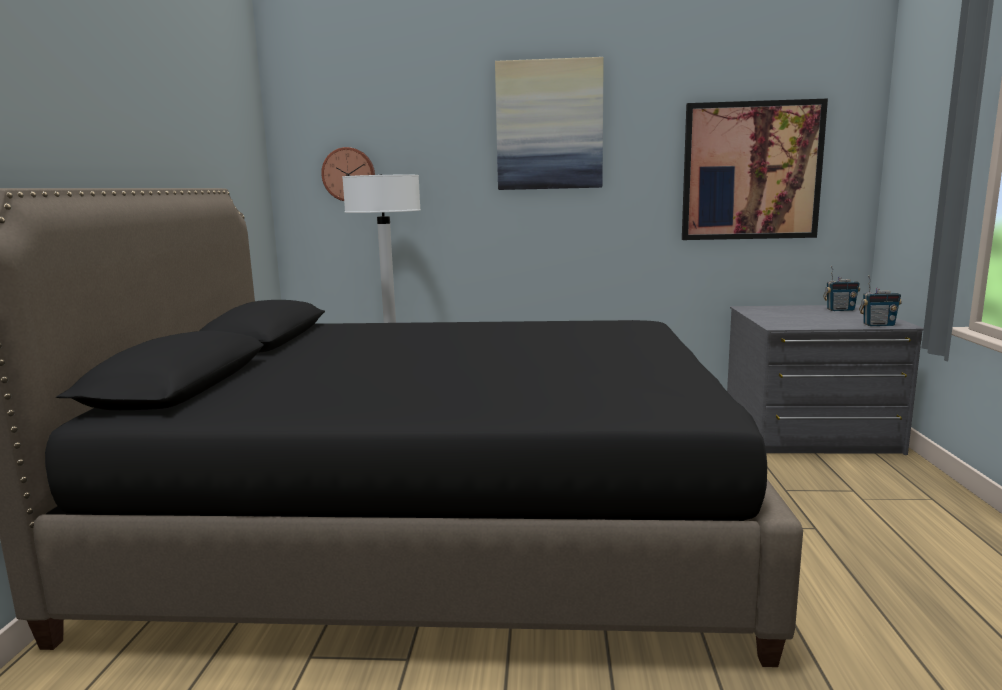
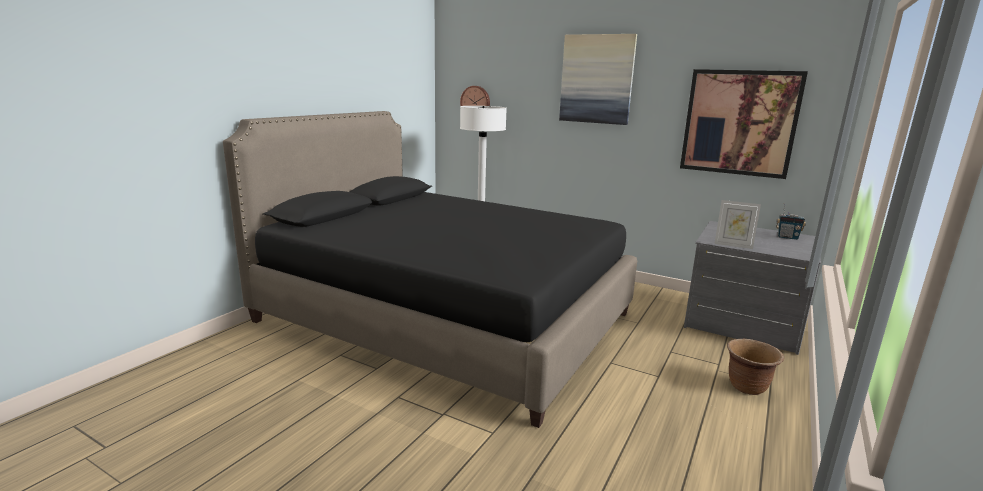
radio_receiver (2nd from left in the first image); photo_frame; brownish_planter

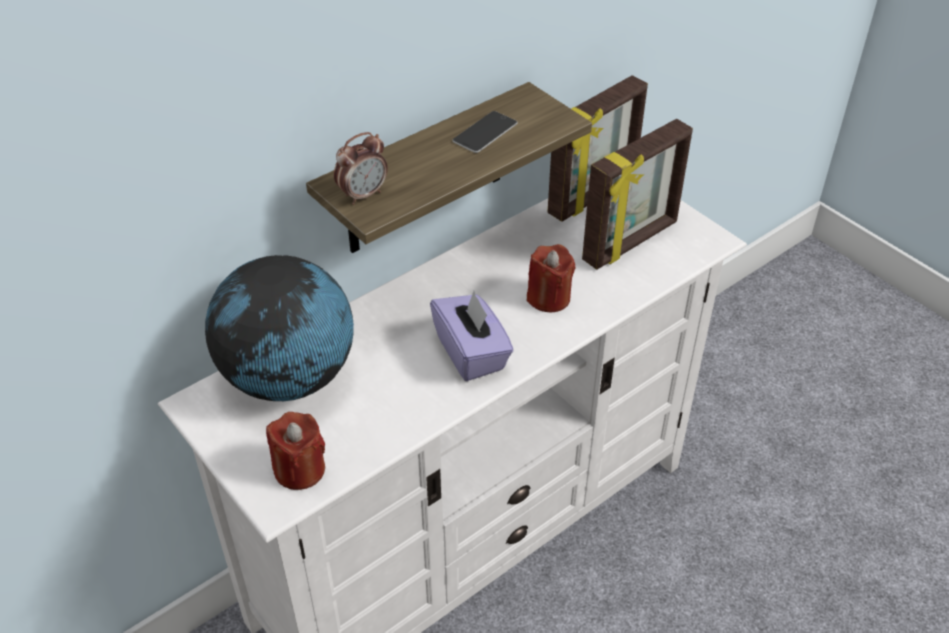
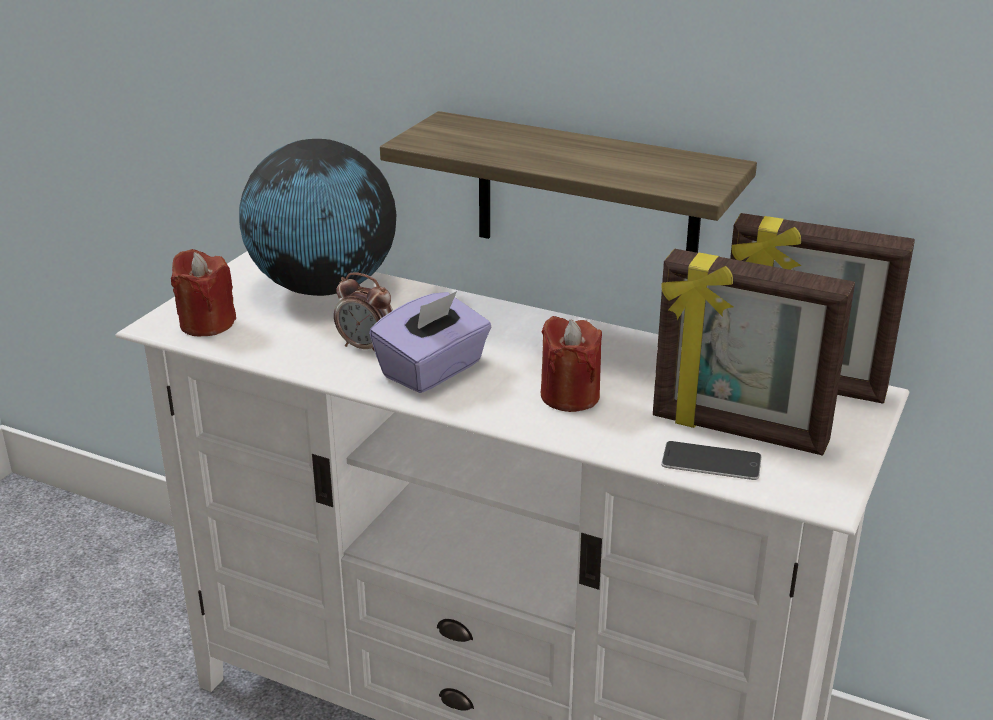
table_clock; phone

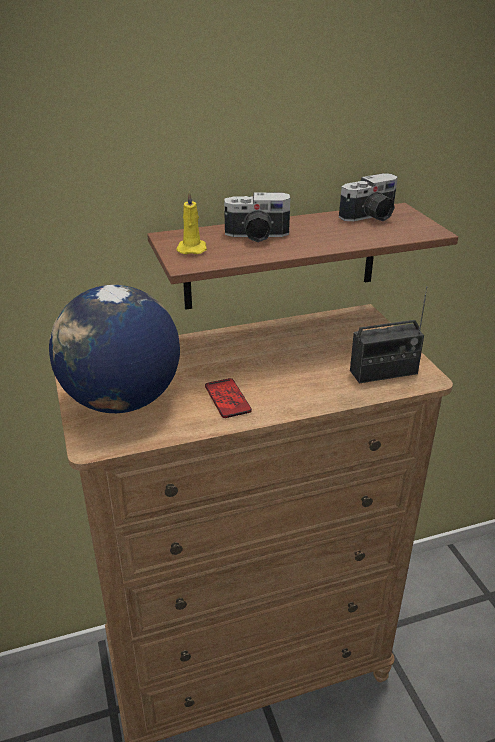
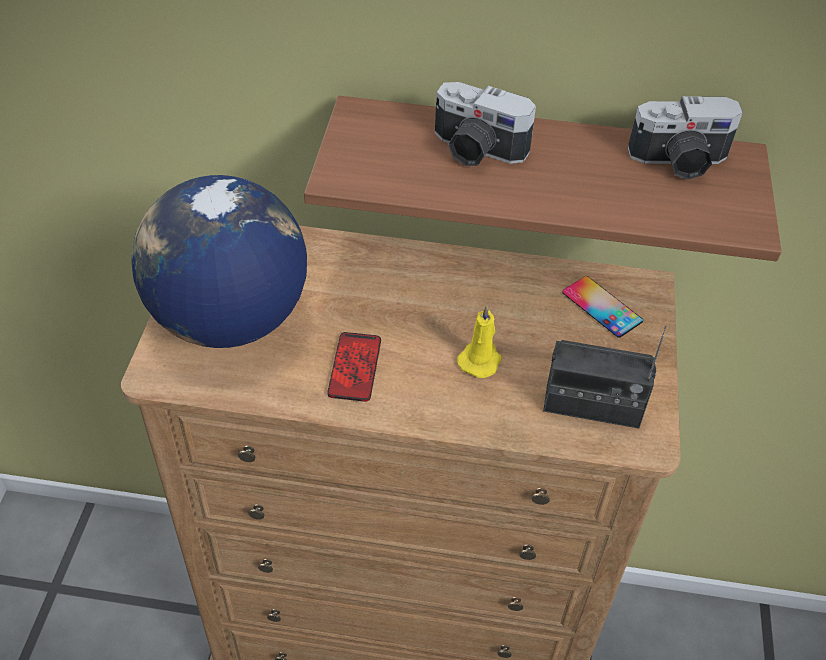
phone (2nd from left); yellow_wax_light

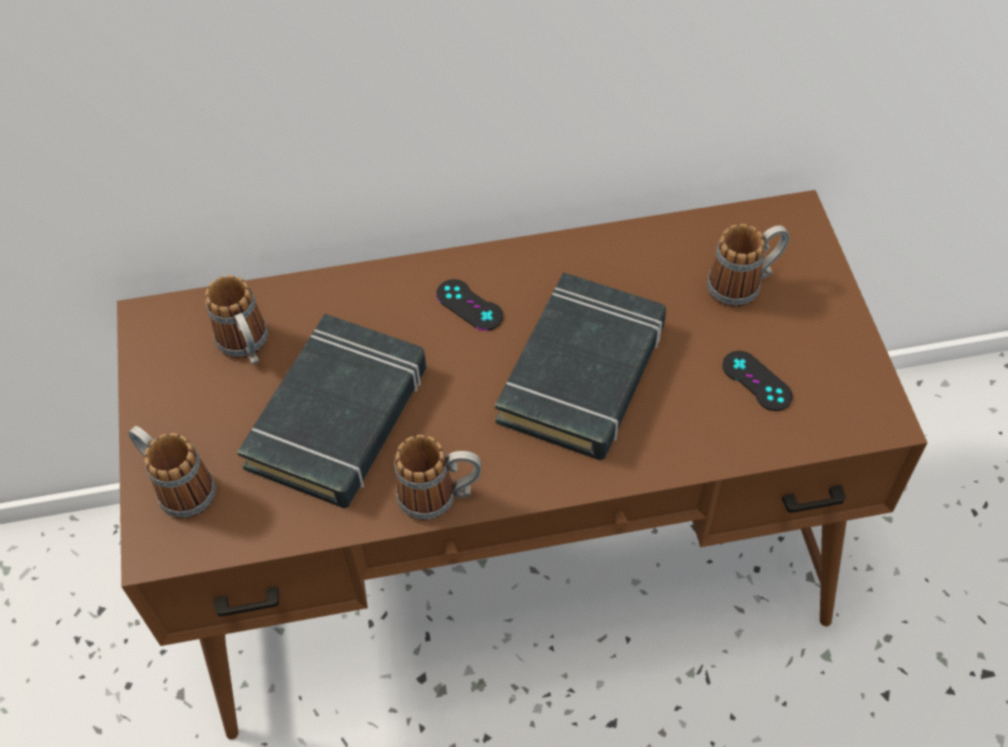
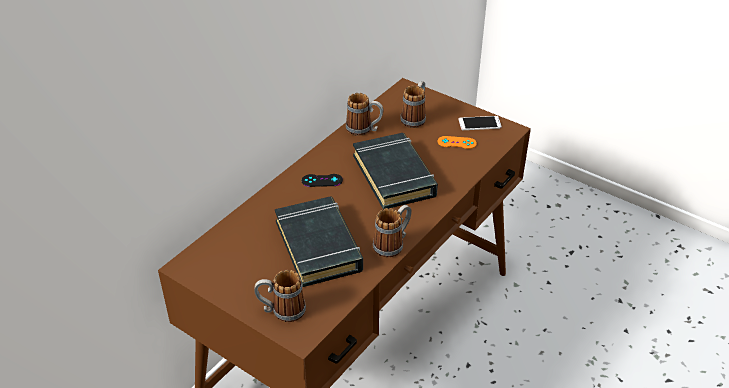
phone; tea_mug (2nd from left); orange-coloured_game_controller

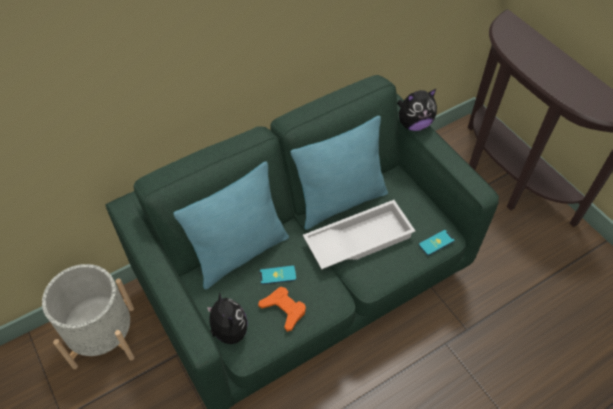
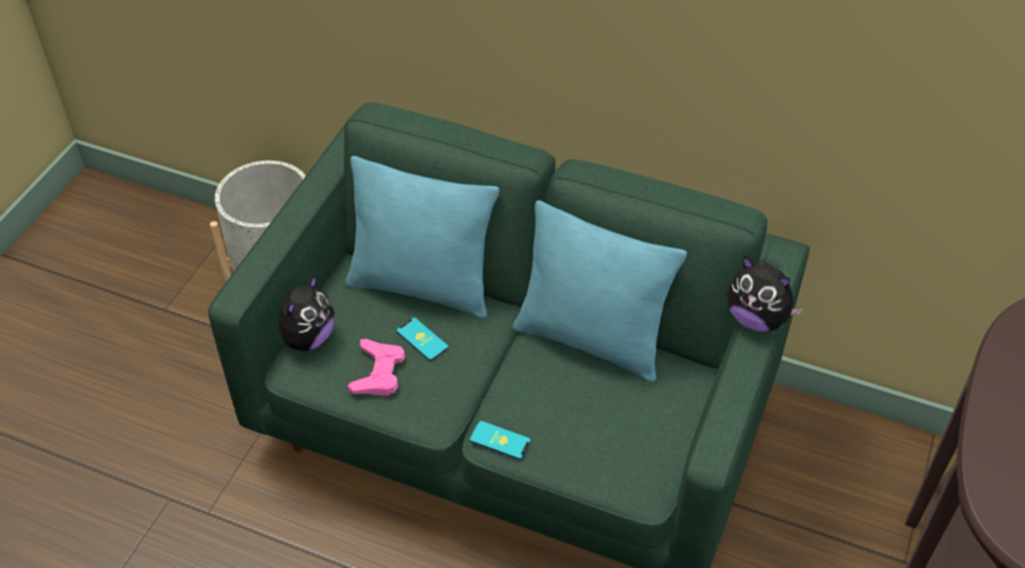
white-coloured_tray; phone (2nd from left); pink_game_controller

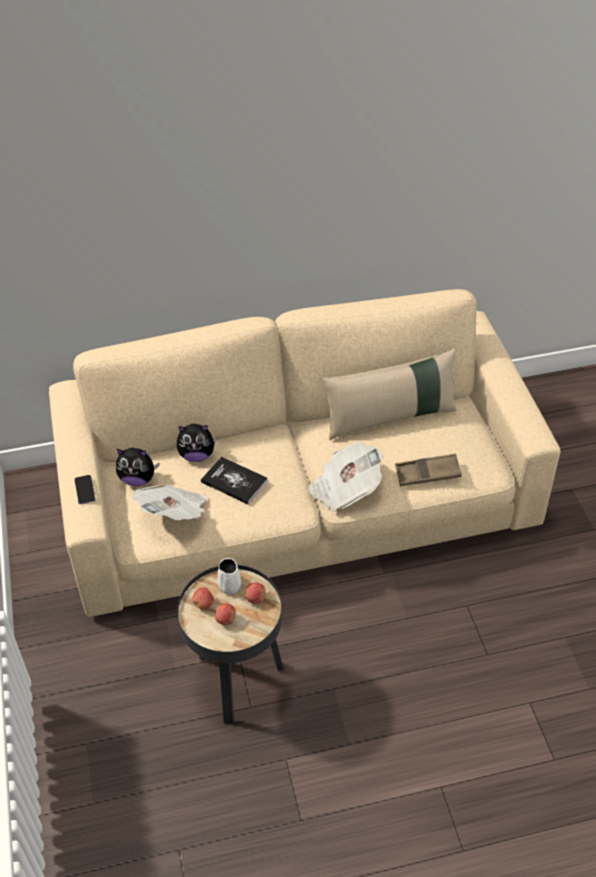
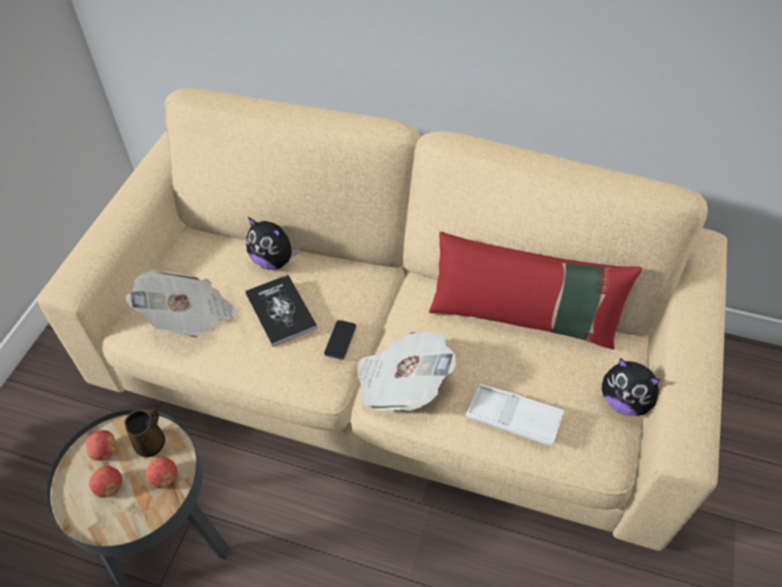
phone; soft_toy (2nd from left); brownish_tea_mug; red-coloured_pillow; white-coloured_tray

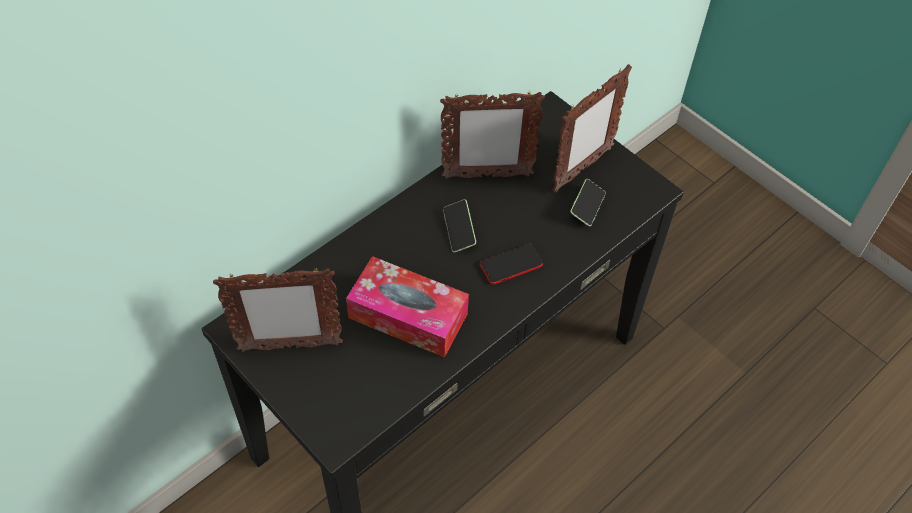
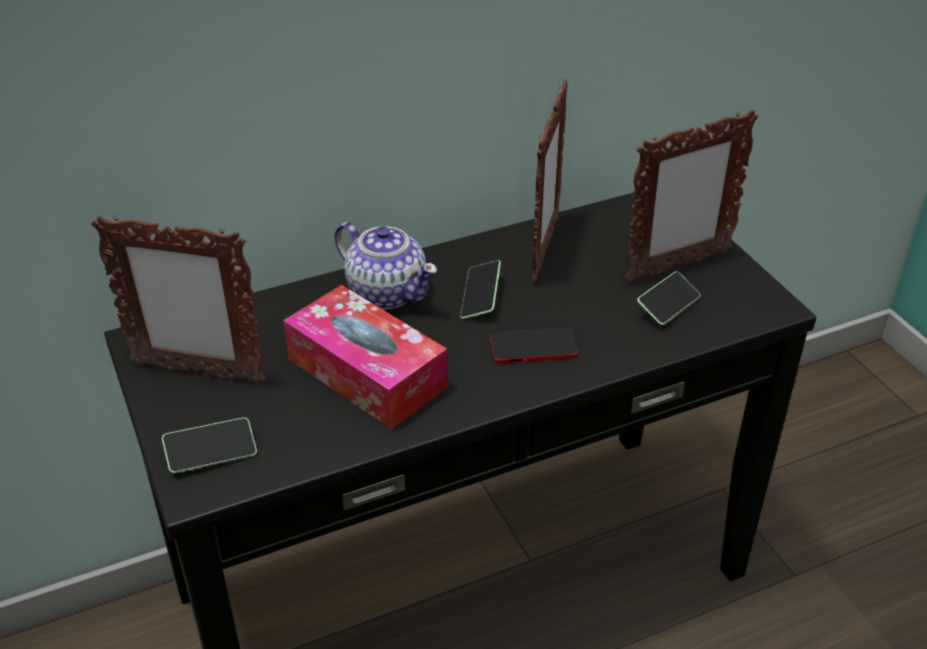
phone (1st from left); pot_for_tea; photo_frame (2nd from left)

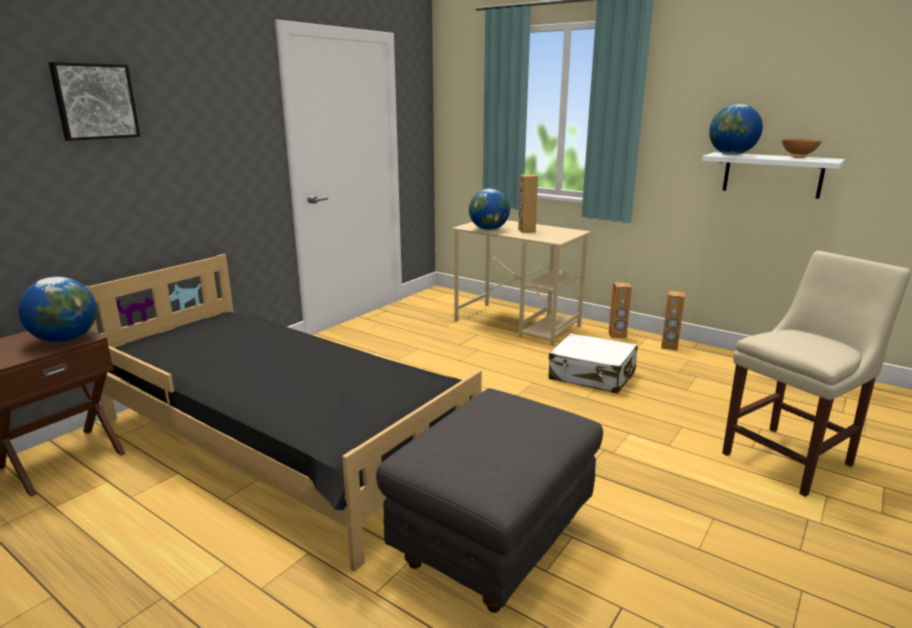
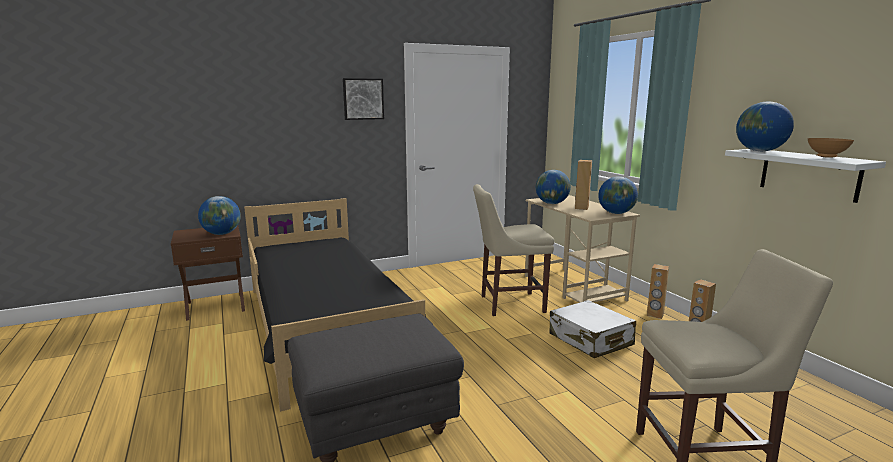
beige_chair (1st from left); world_globe (3rd from left); wall_art

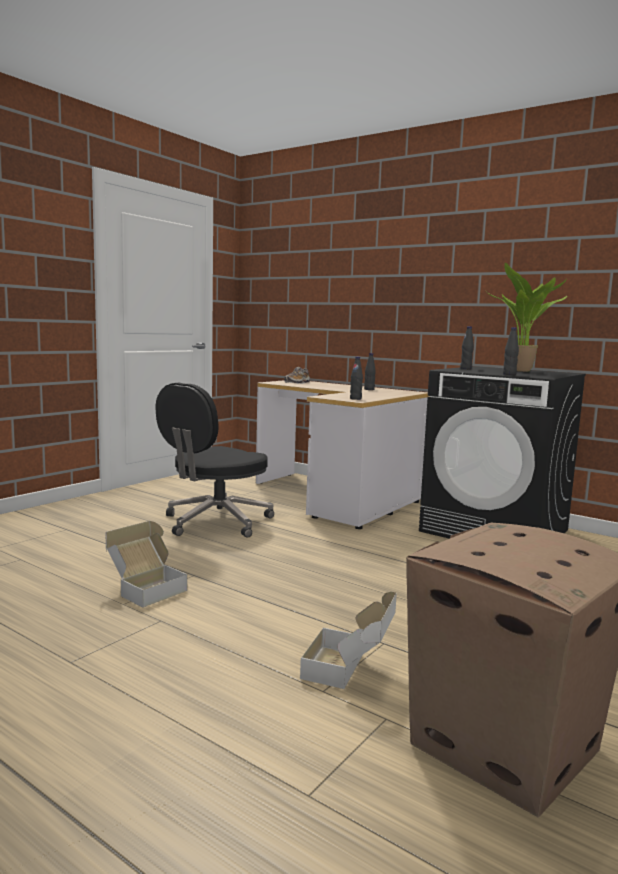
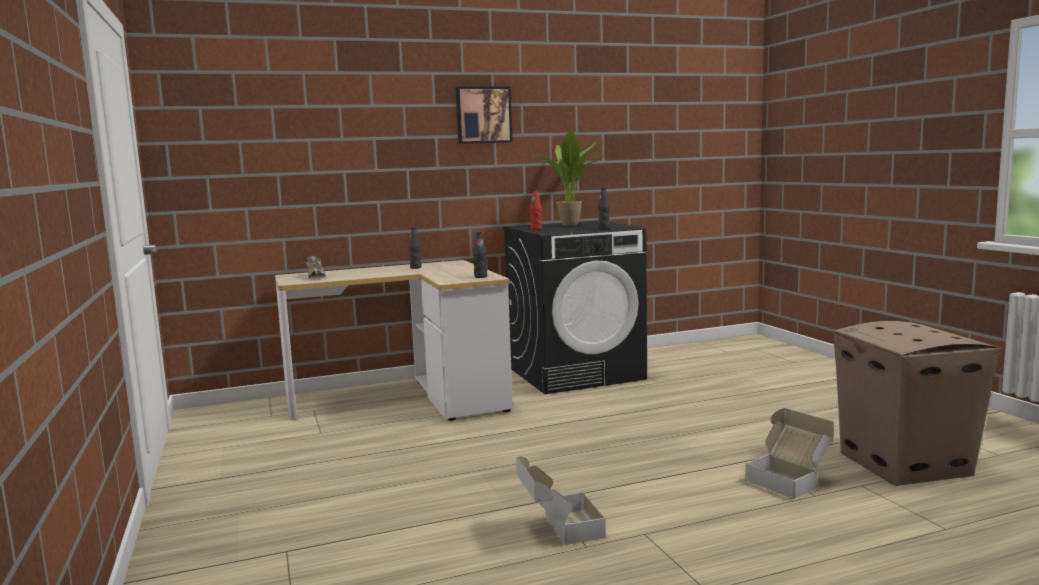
black-coloured_computer_chair; wall_art; red-coloured_beverage_bottle

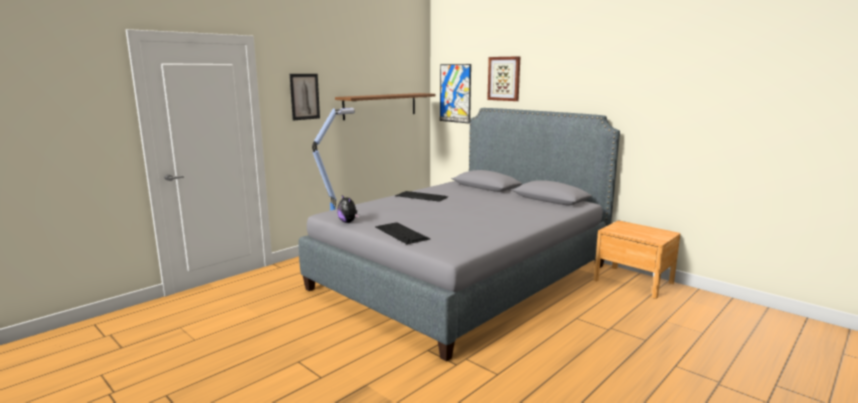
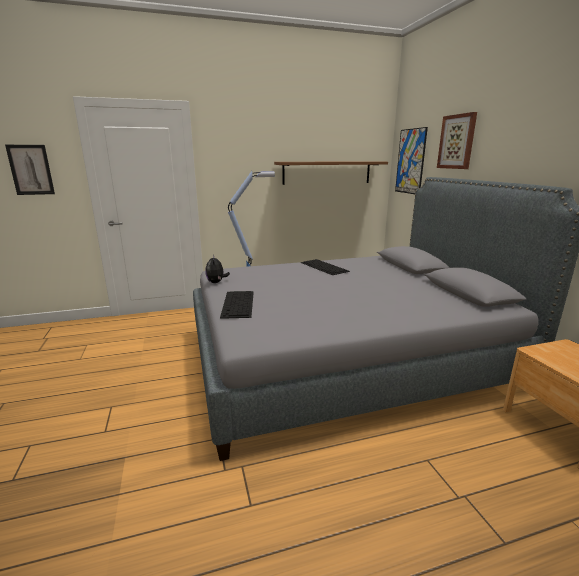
wall_art (1st from left)

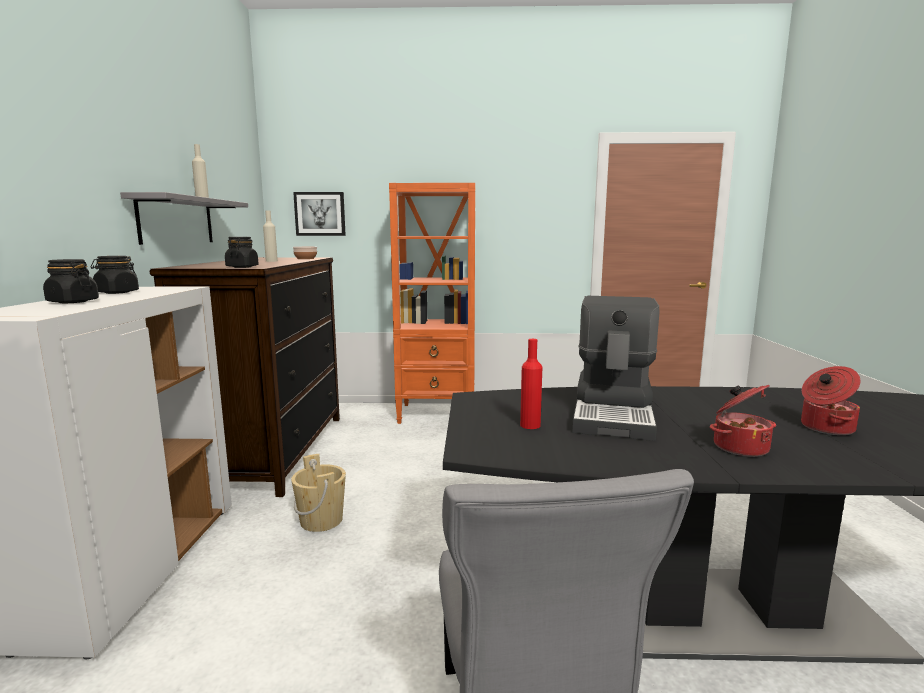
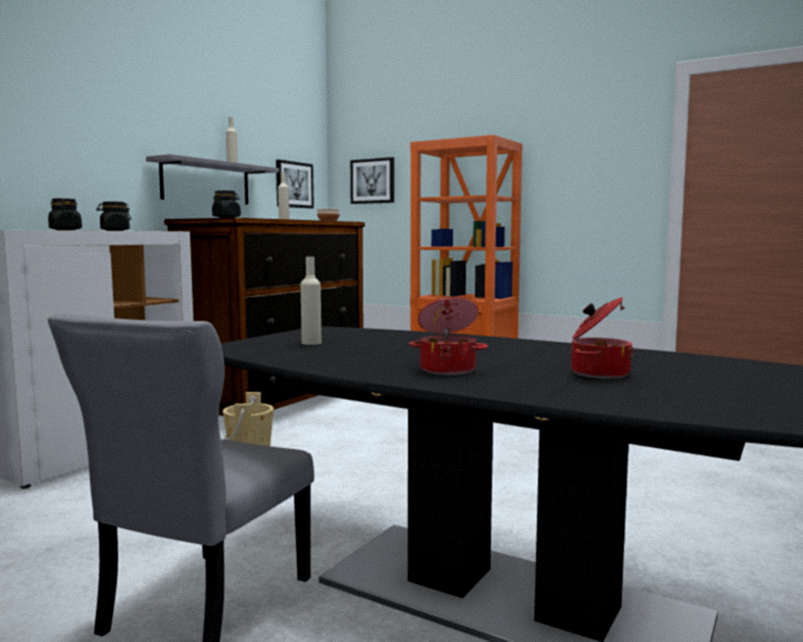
coffee_brewer; wall_art (1st from left); beige_beverage_bottle (3rd from left)

